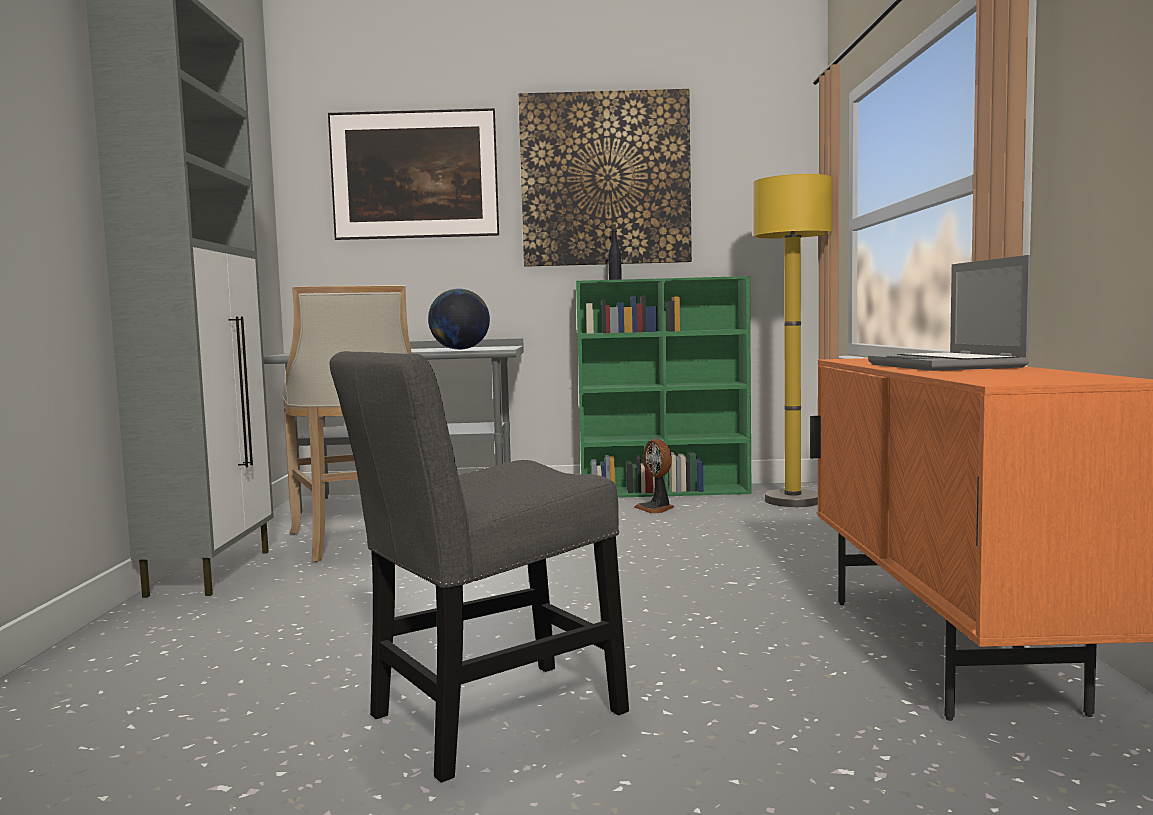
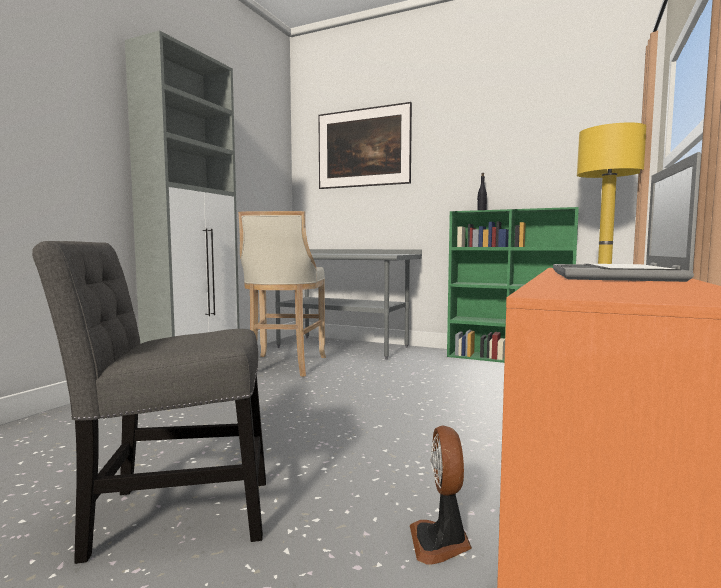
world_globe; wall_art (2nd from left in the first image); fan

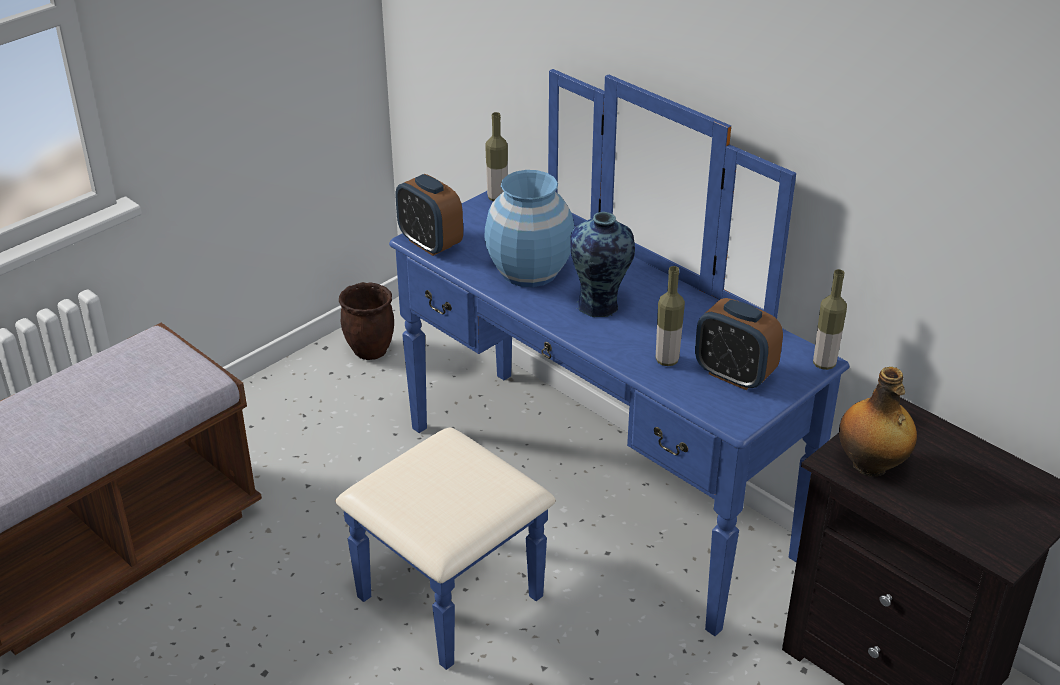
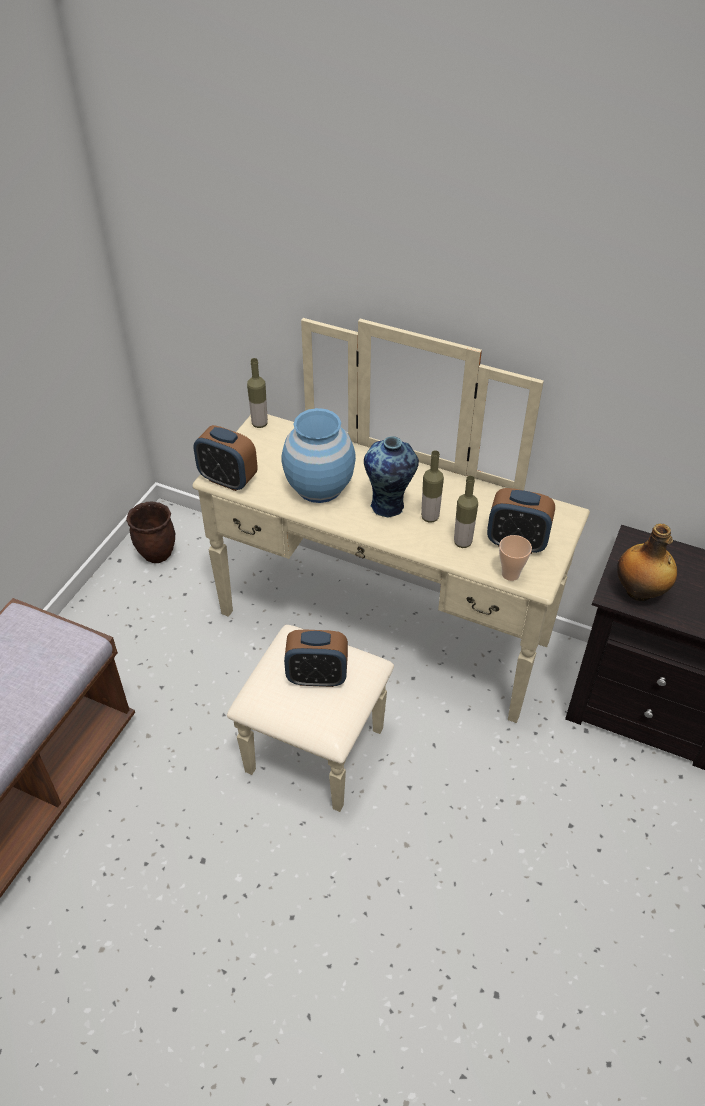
table_clock (2nd from left); small_cup; beverage_bottle (2nd from left); beige_dresser

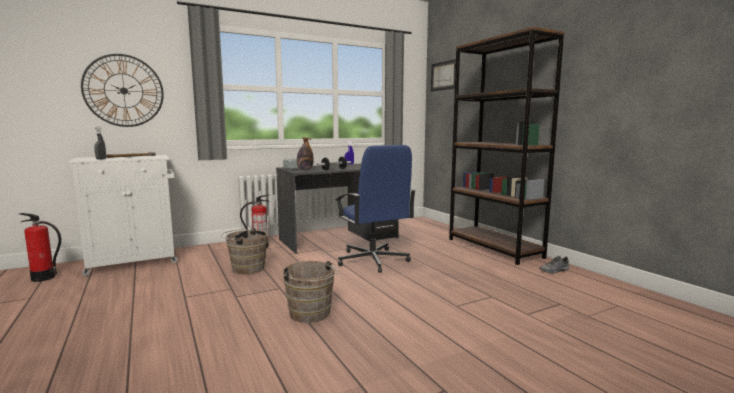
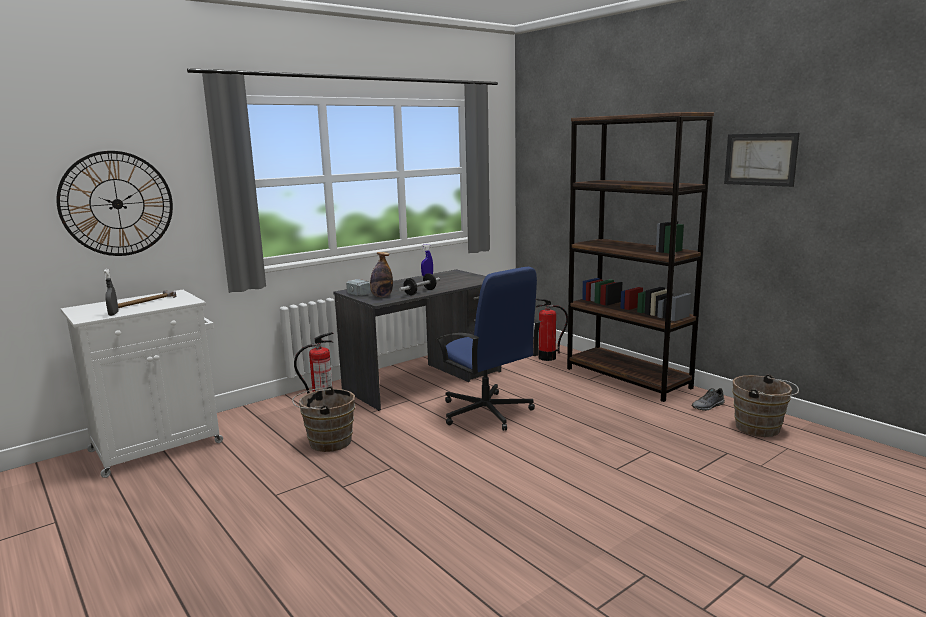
fire-fighting_cylinder (2nd from left); brownish_water_bucket (2nd from left); wall_art

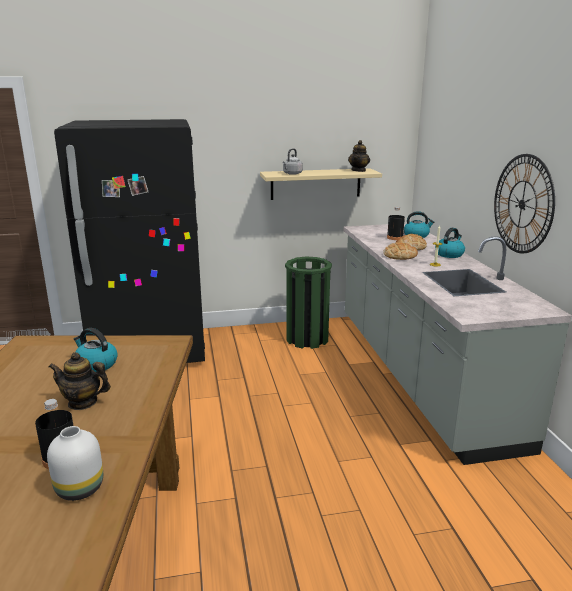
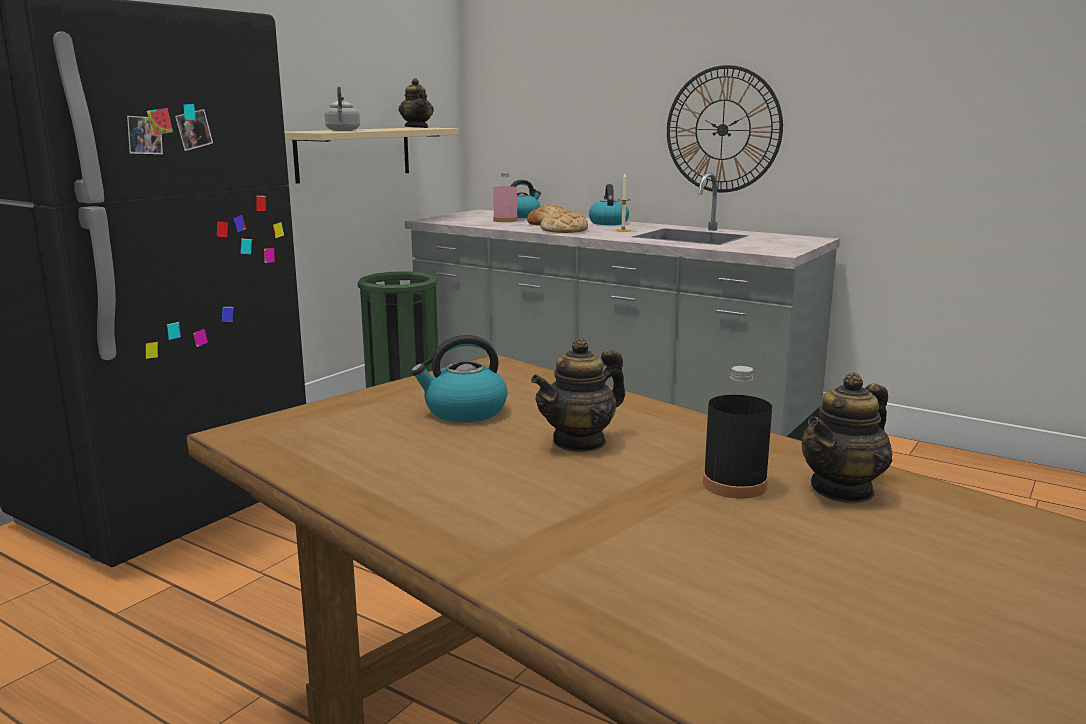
pot_for_tea (3rd from left); pink_beverage_bottle

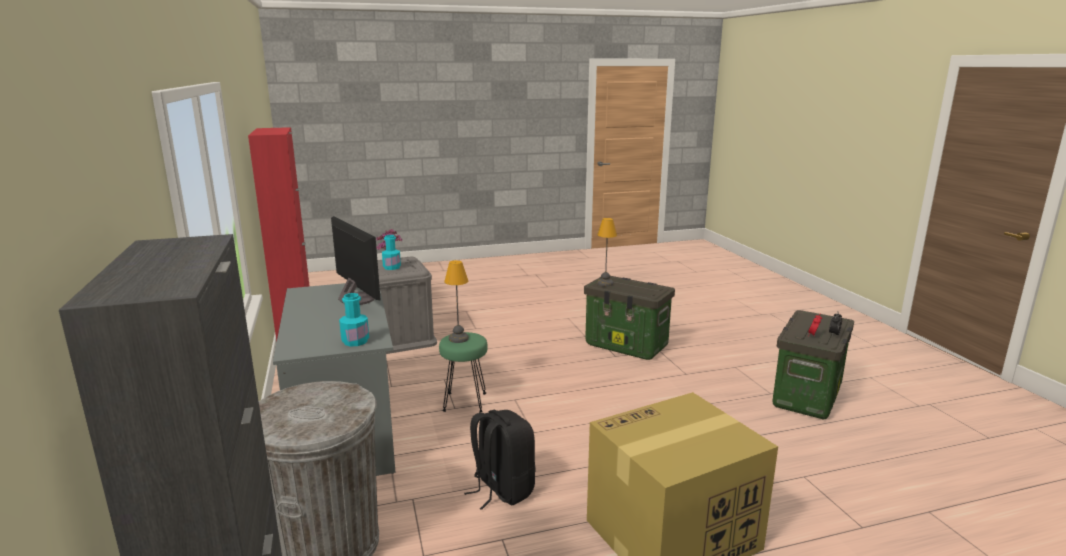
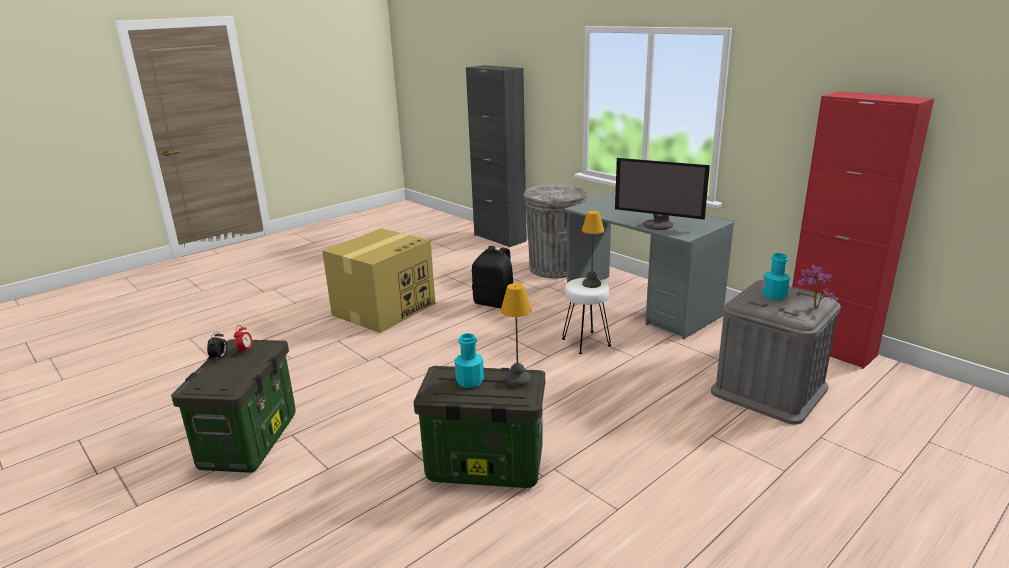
blue-green_beverage_bottle (1st from left); white-coloured_stool_seat

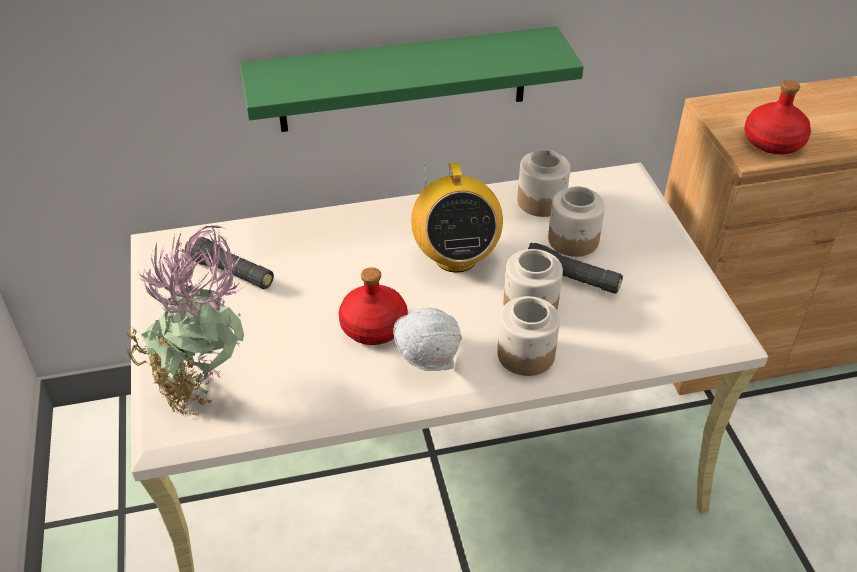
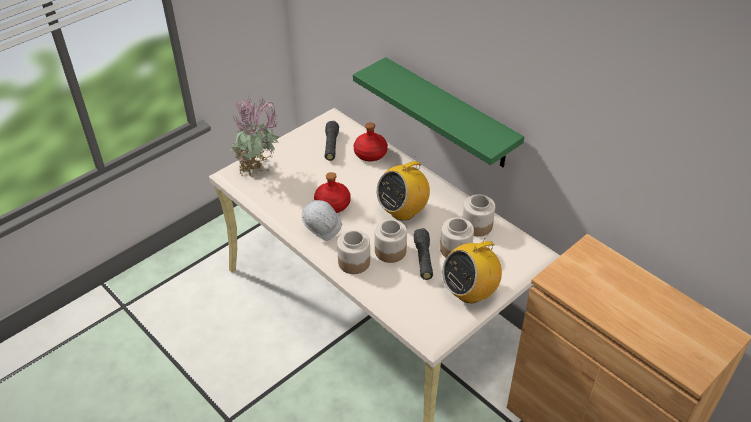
radio_receiver (2nd from left); red-coloured_beverage_bottle (2nd from left)

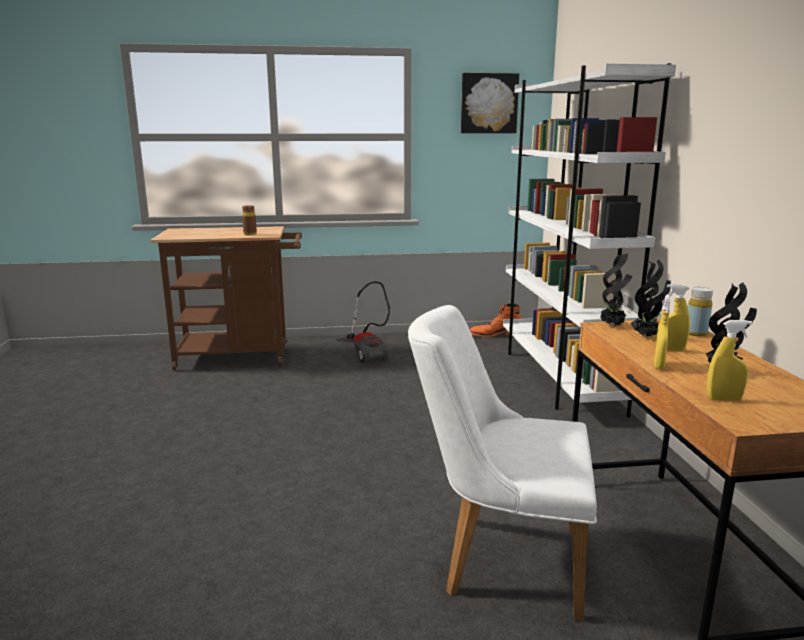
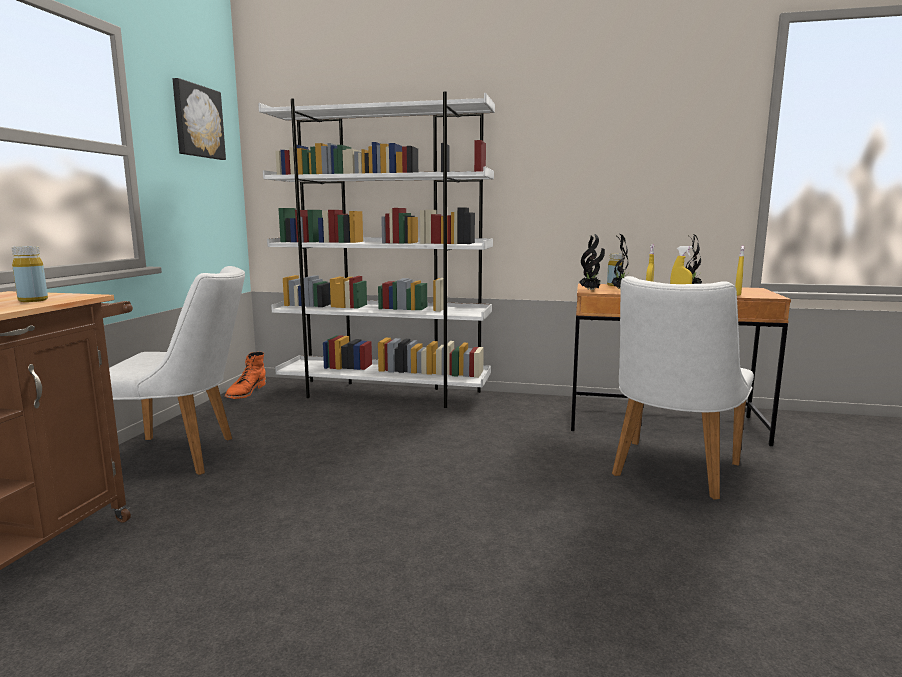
white-coloured_chair (1st from left); yellow_beverage_bottle (1st from left)

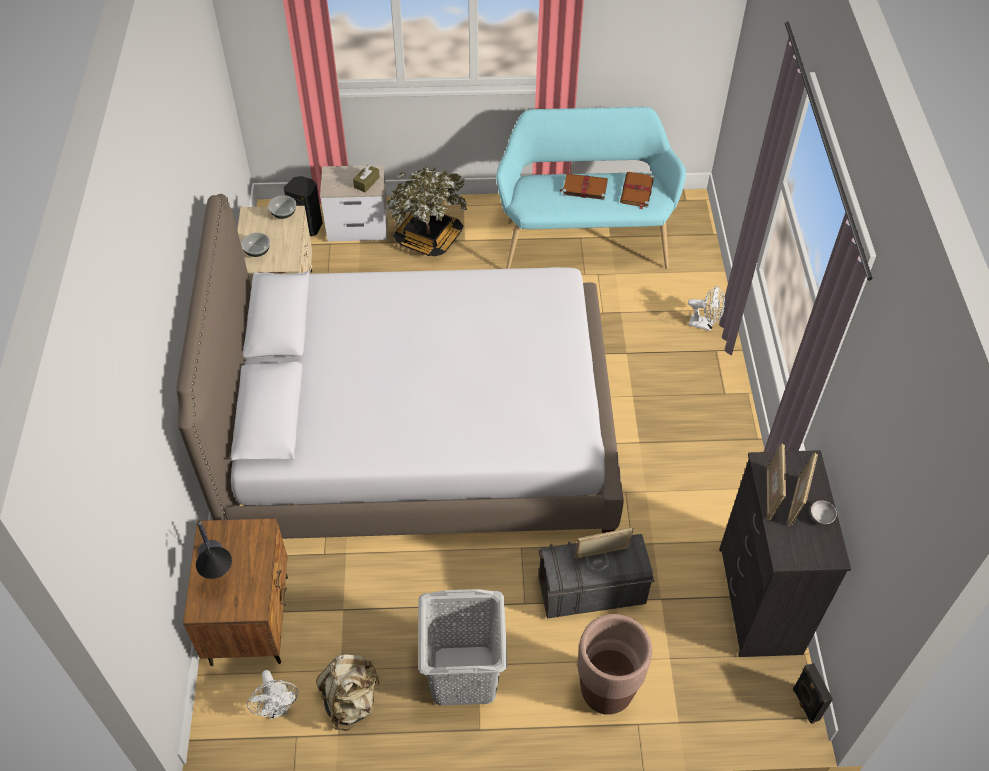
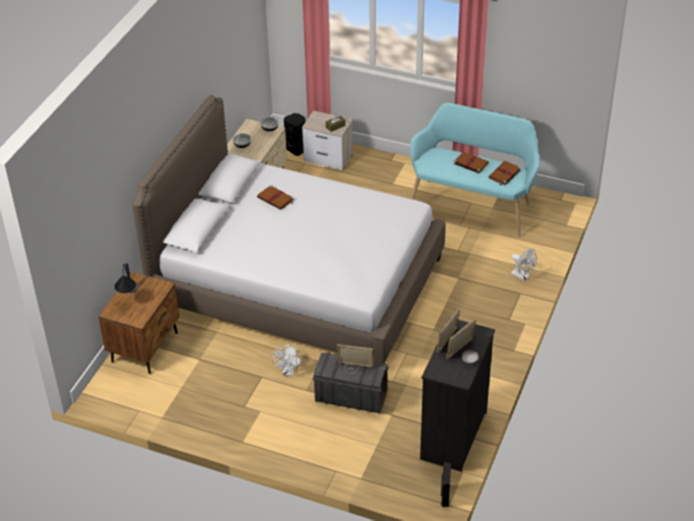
beige_knapsack; plant_in_a_pot; greyish_laundry_basket; brownish_planter; brownish_volume (1st from left); white-coloured_fan (1st from left)

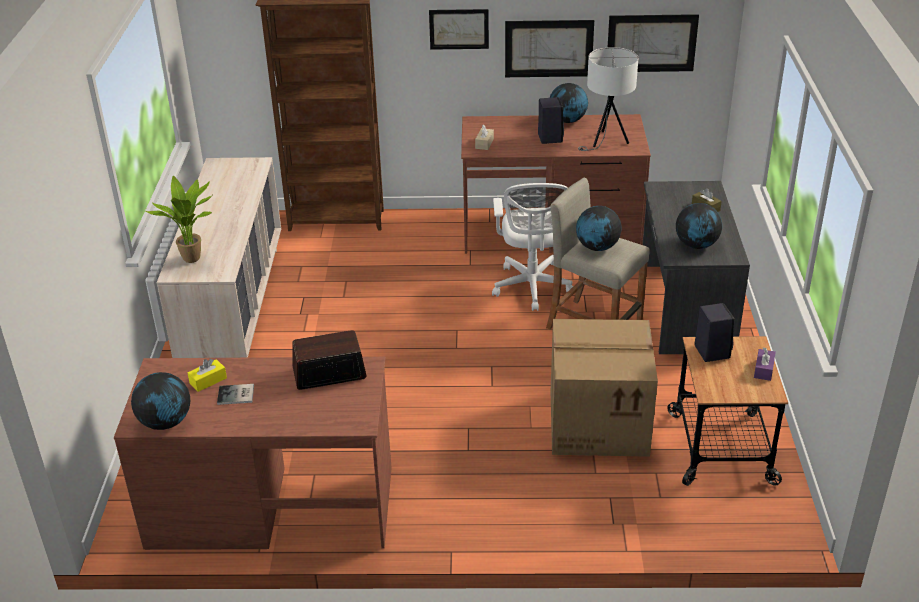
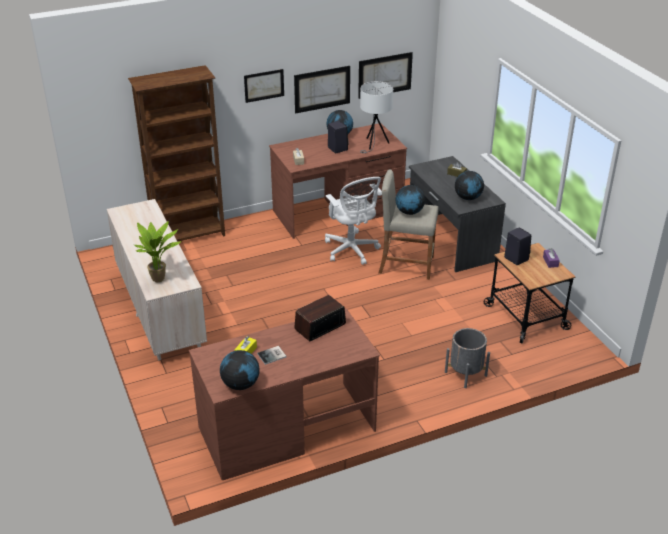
carton; greyish_planter

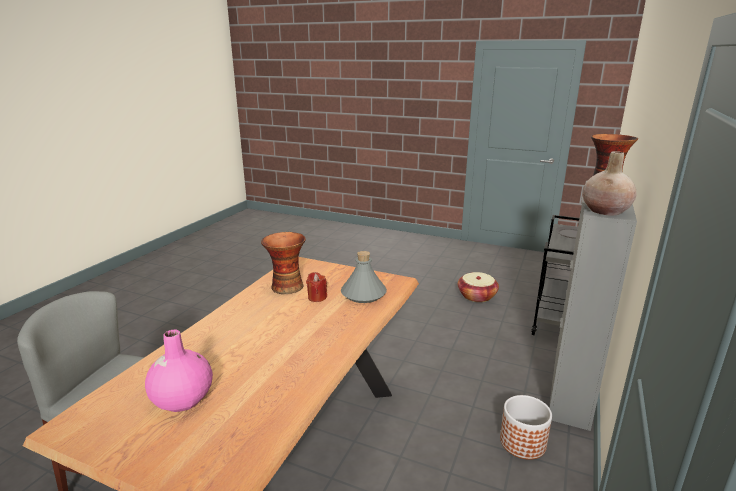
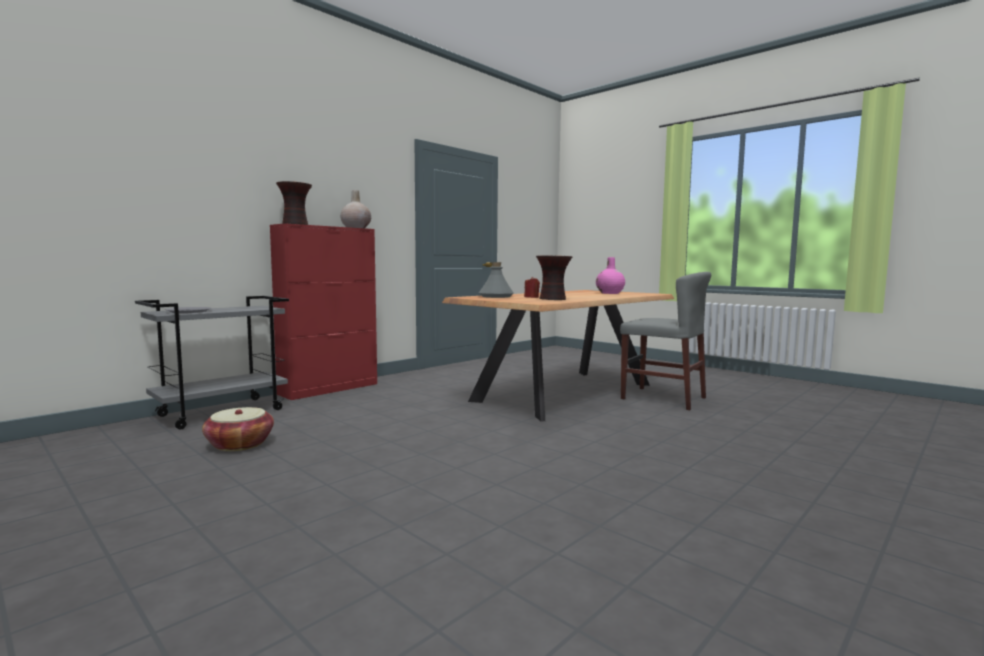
planter; red-coloured_storage_cabinet

